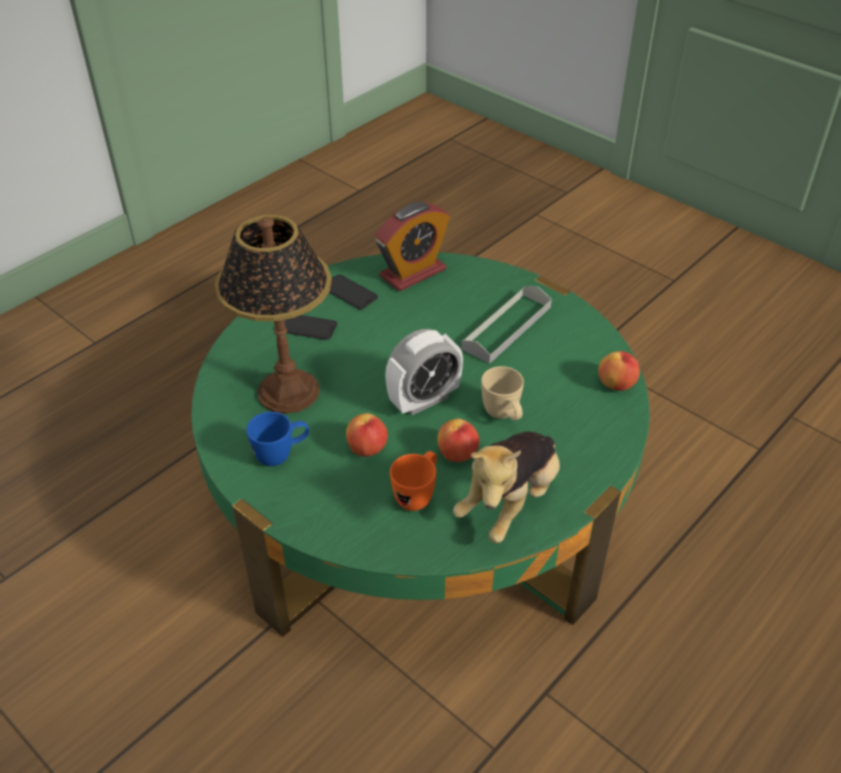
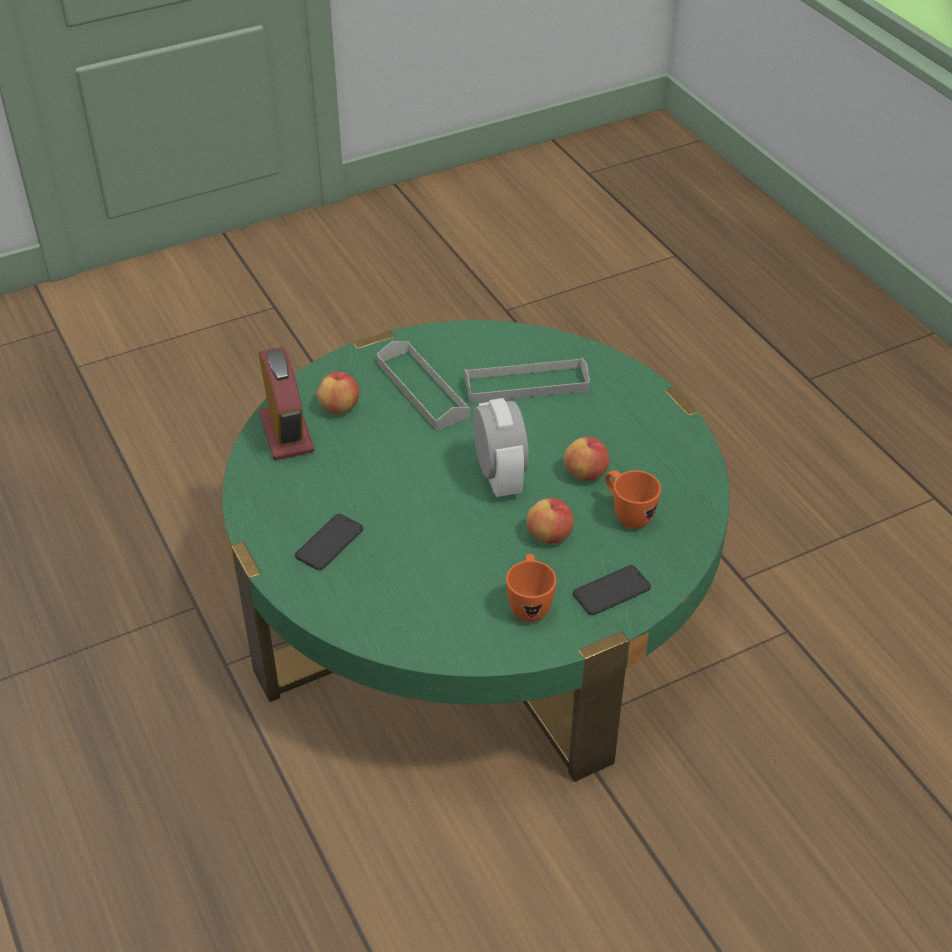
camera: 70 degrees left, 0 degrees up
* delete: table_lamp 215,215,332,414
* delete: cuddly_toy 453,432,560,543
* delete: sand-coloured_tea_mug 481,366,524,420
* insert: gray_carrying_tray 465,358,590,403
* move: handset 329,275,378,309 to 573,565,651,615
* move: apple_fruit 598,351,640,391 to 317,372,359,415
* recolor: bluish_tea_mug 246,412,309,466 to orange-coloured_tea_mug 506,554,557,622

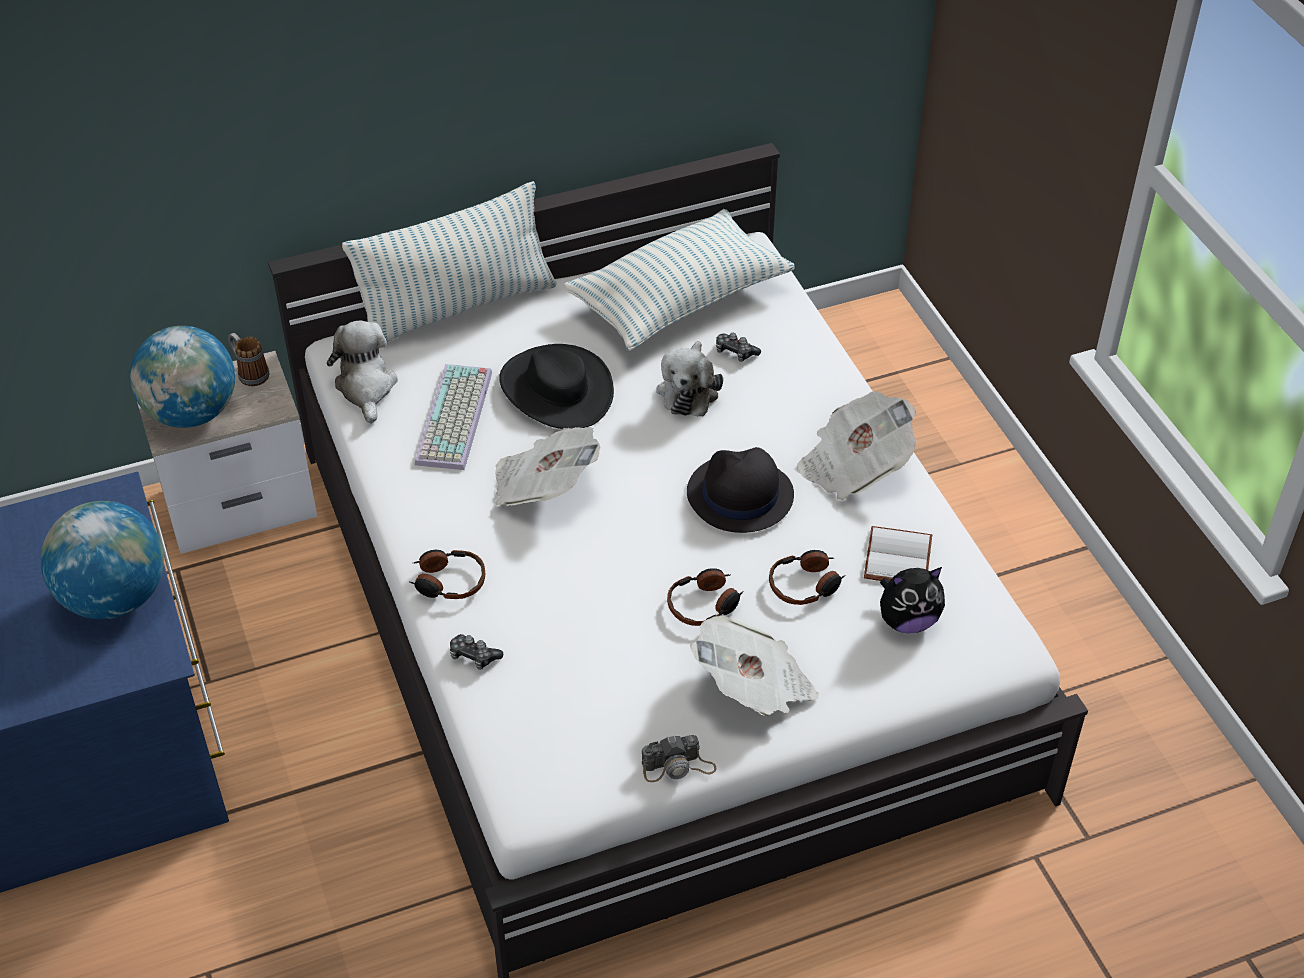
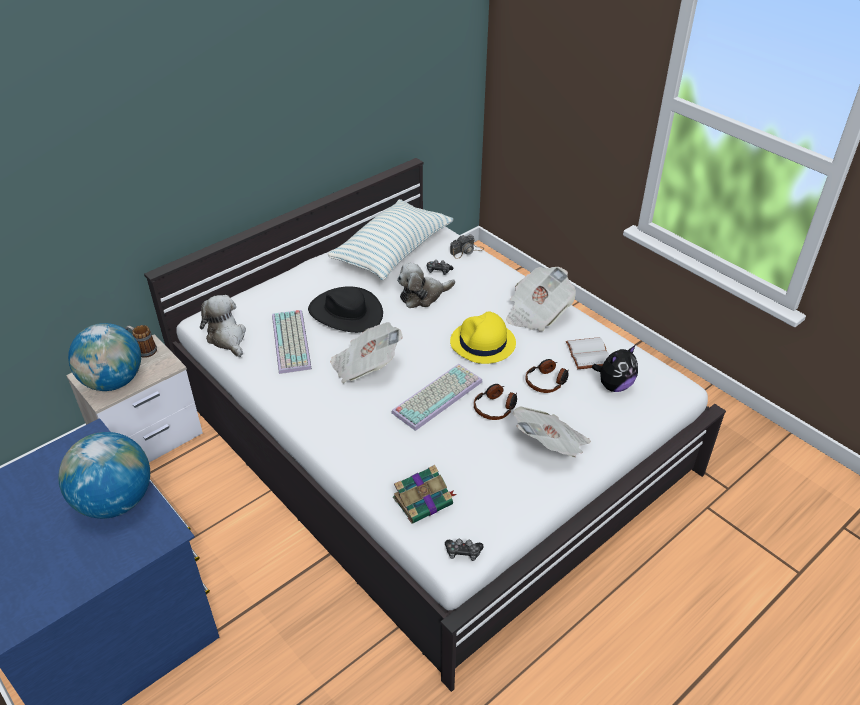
camera: 20 degrees left, 5 degrees down
* delete: pillow 342,181,557,342
* delete: pair_of_headphones 409,550,485,599
* insert: keyboard 391,364,483,431
* insert: bound_book 393,465,457,524
* move: joypad 450,634,503,670 to 445,539,484,561
* move: photo_camera 642,735,717,782 to 450,234,484,259
* recolor: black-coloured_clothing_hat 687,447,794,533 to yellow-coloured_clothing_hat 450,311,516,364
* rotate: cuddly_toy 656,341,723,416 = 397,263,455,308 75 degrees clockwise

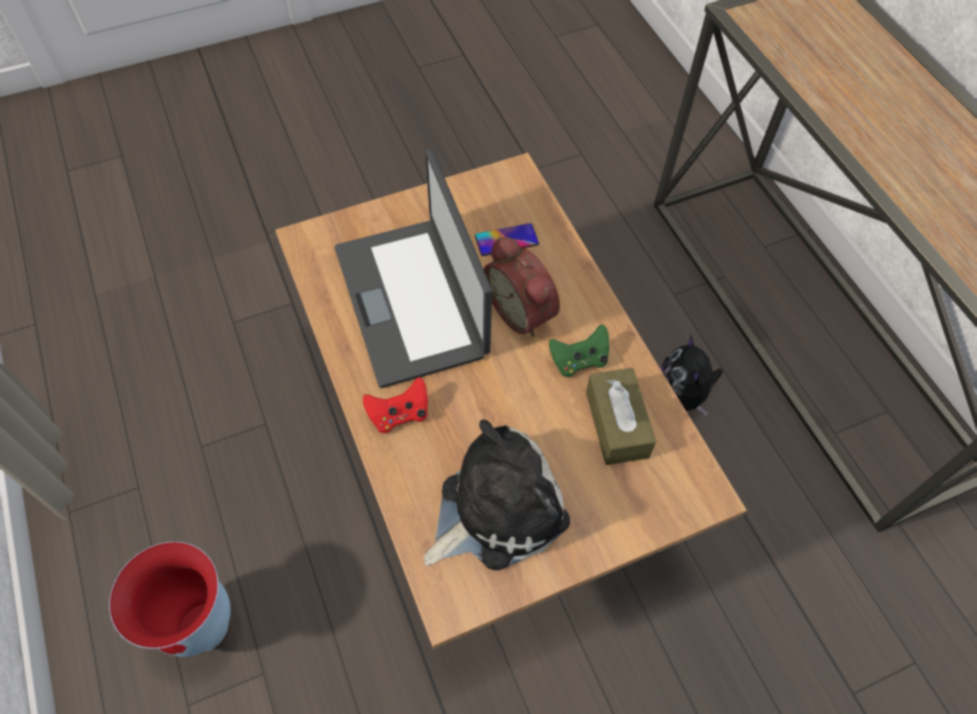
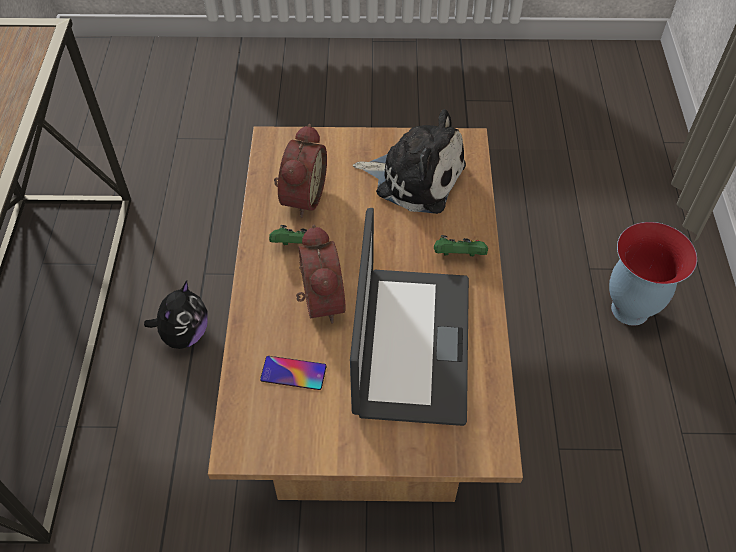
camera: 155 degrees left, 5 degrees down
* replace: brown-coloured_tissue_holder 586,368,656,465 to alarm_clock 274,124,327,218
* recolor: reddish_joypad 362,377,428,433 to greenish_joypad 434,235,488,256
* rotate: cuddly_toy 424,419,570,570 = 353,109,466,214 150 degrees counterclockwise

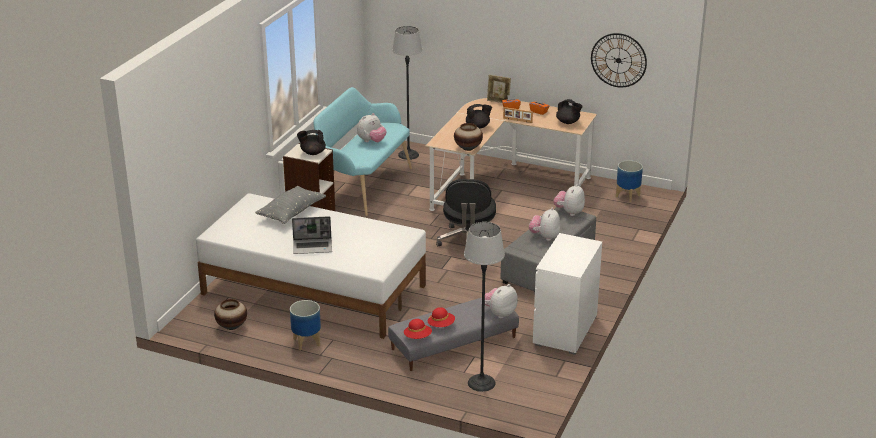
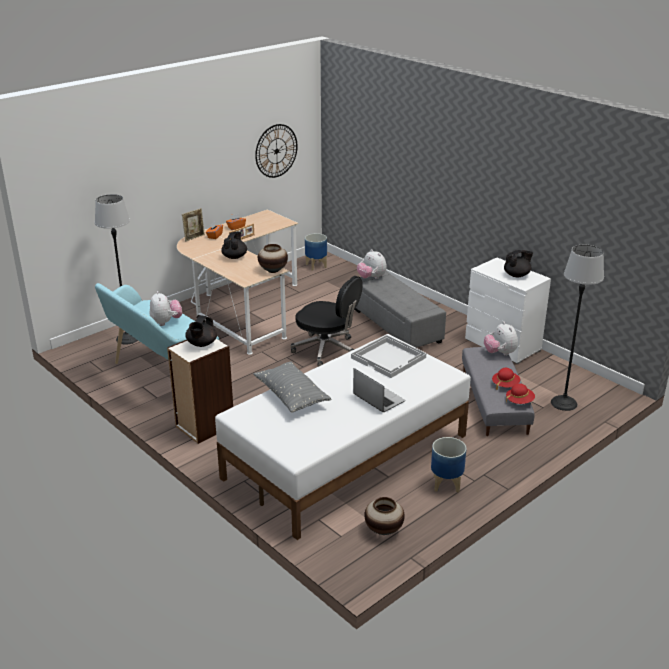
camera: 65 degrees left, 0 degrees up
* delete: cuddly_toy 529,207,560,241
* insert: white_carrying_tray 351,335,426,378
* move: black-coloured_pot_for_tea 556,99,583,124 to 504,250,533,277
* rotate: laptop 292,216,332,254 = 353,368,405,412 60 degrees counterclockwise

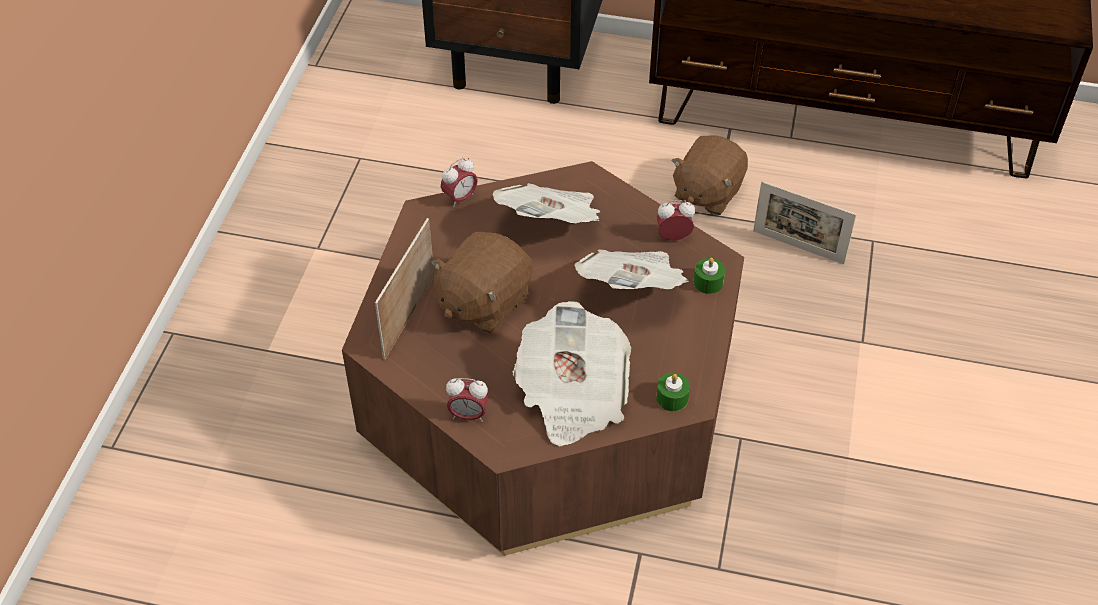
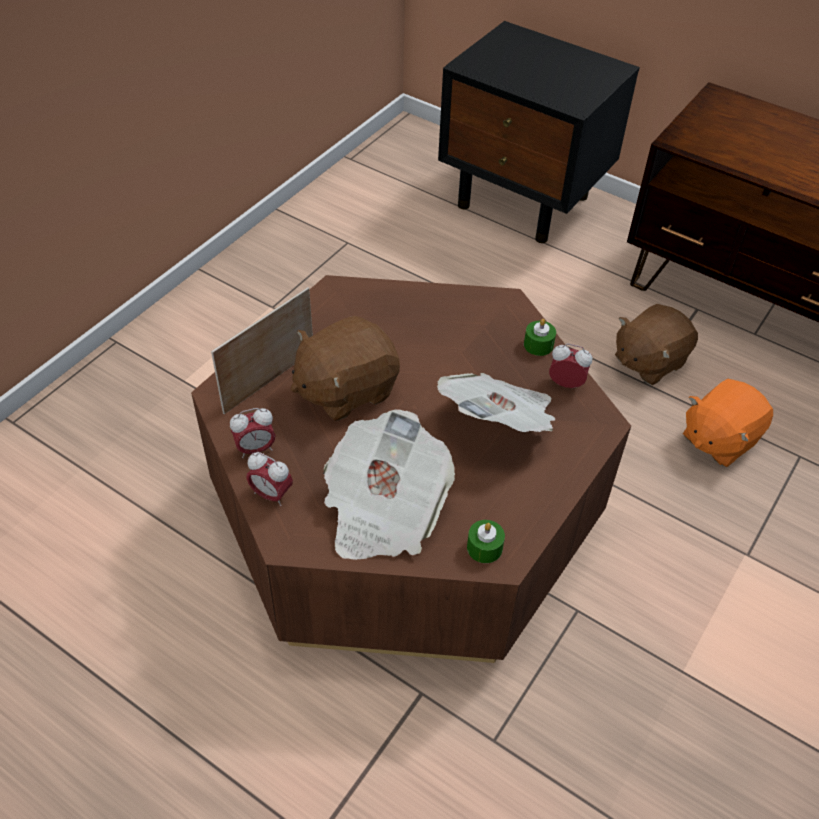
camera: 20 degrees right, 0 degrees up
* delete: newspaper 493,183,600,223
* move: alarm_clock 441,158,478,207 to 230,408,276,458
* move: greenish_wax_light 693,258,725,294 to 524,319,556,356
* replace: standing_frame 753,181,857,264 to orange-coloured_cuddly_toy 683,379,773,467

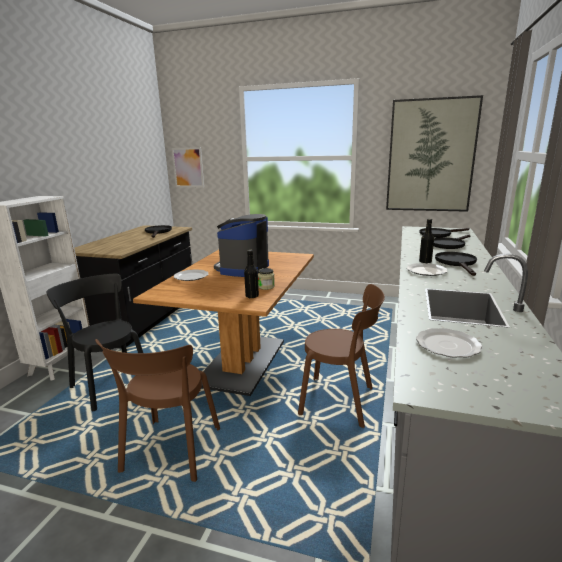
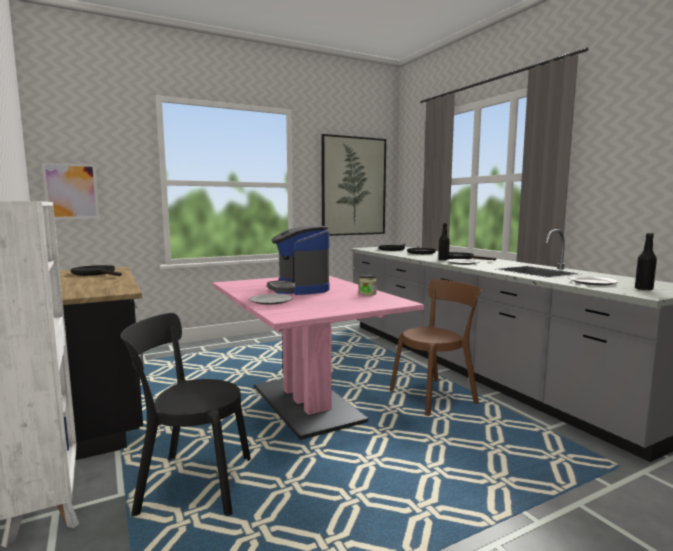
camera: 45 degrees left, 10 degrees down
* delete: brown-coloured_chair 95,339,220,482
* move: black-coloured_beverage_bottle 244,250,259,298 to 635,233,657,290
* recolor: brown-coloured_kitchen_table 133,250,314,396 to pinkish_kitchen_table 213,276,424,440

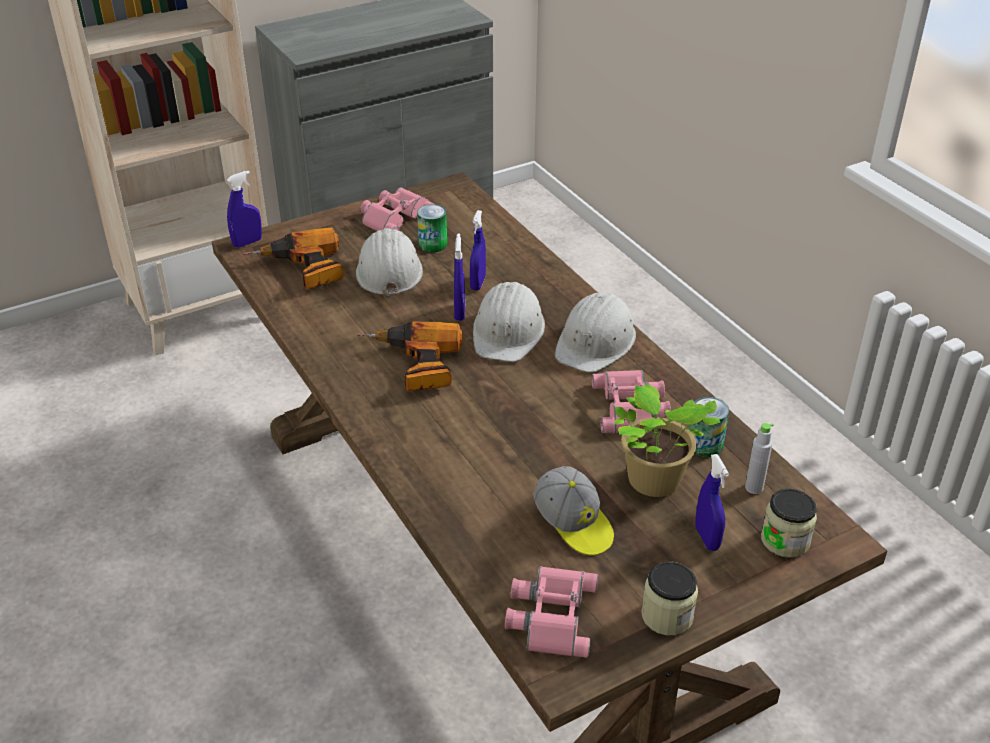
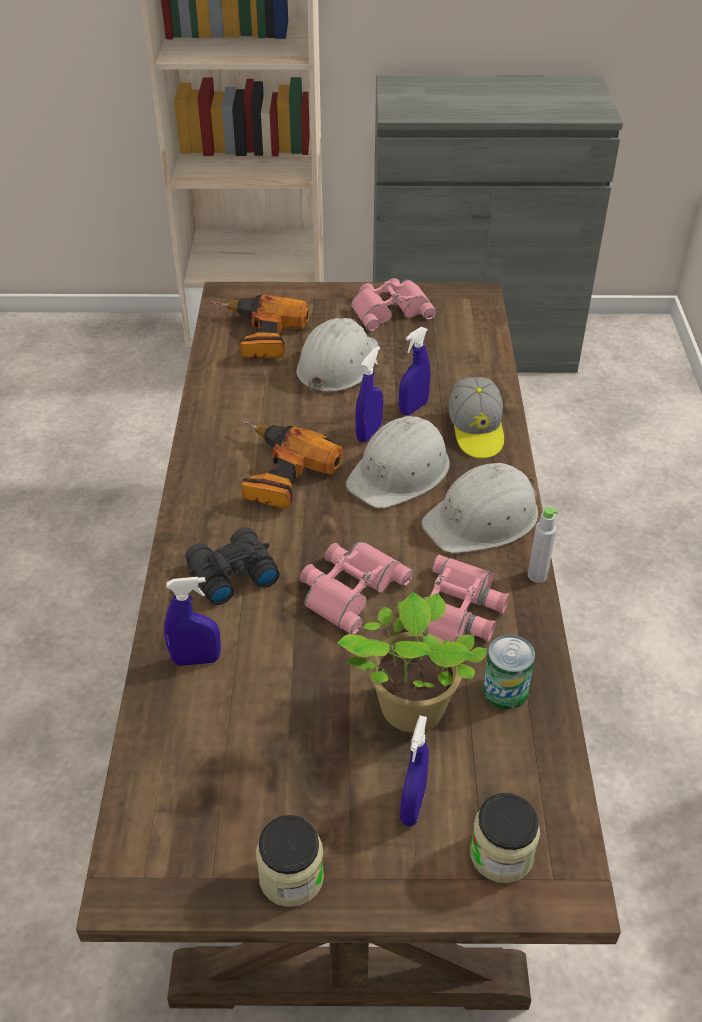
camera: 30 degrees right, 5 degrees up
* delete: metal_can 417,204,447,252
* insert: black-coloured_field_glasses 186,527,280,605
* move: bluish_sprayer 227,171,262,248 to 164,577,221,666
* move: pinkish_field_glasses 505,566,598,658 to 300,542,414,634
* move: cap 533,466,614,556 to 449,377,504,459
* move: gray_beverage_bottle 745,423,774,494 to 528,507,558,583

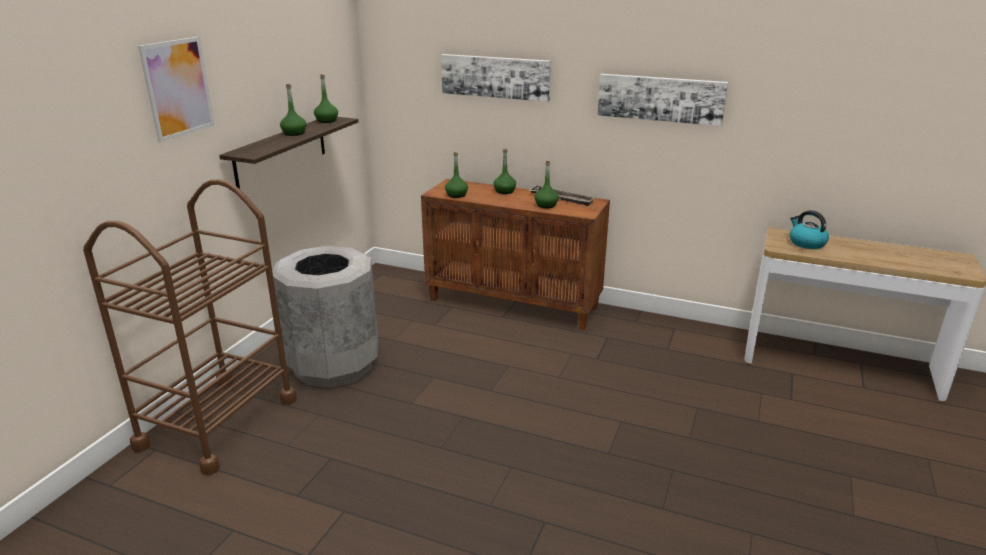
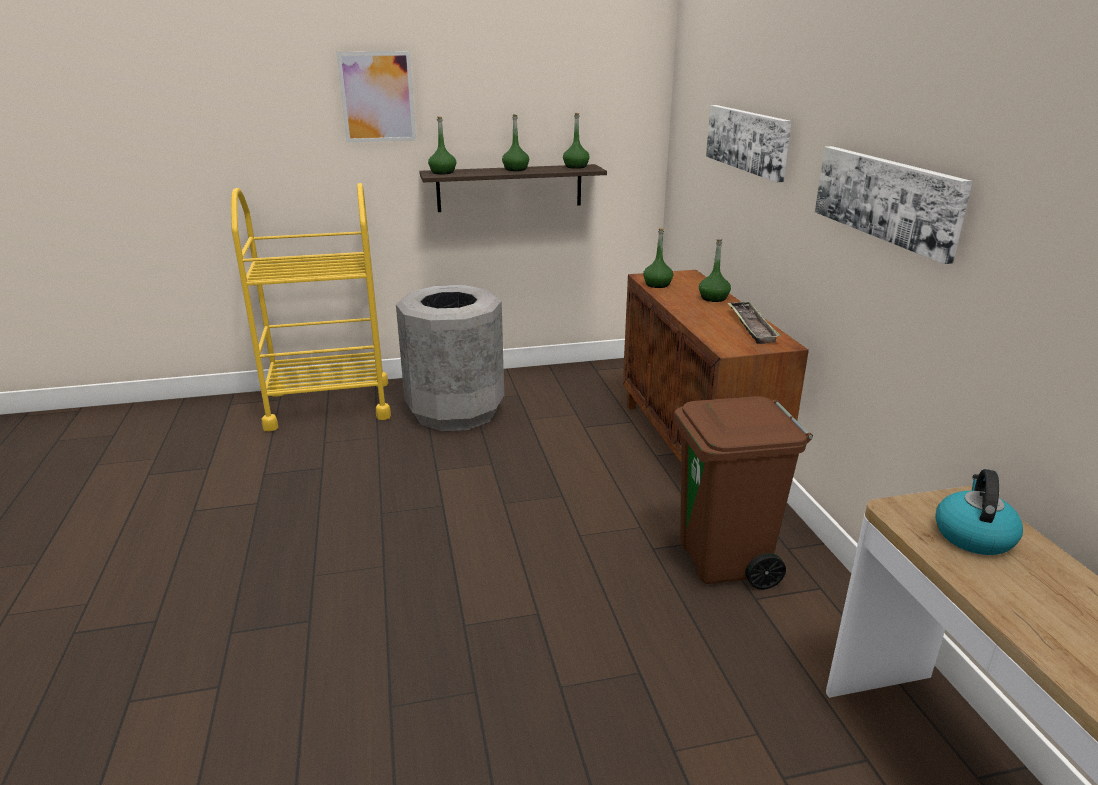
camera: 55 degrees right, 0 degrees up
* insert: brown-coloured_waste_bin 674,396,813,590
* move: greenish_beverage_bottle 534,160,559,208 to 428,116,456,175
* recolor: brown-coloured_cart 83,179,297,475 to yellow-coloured_cart 231,183,391,431

